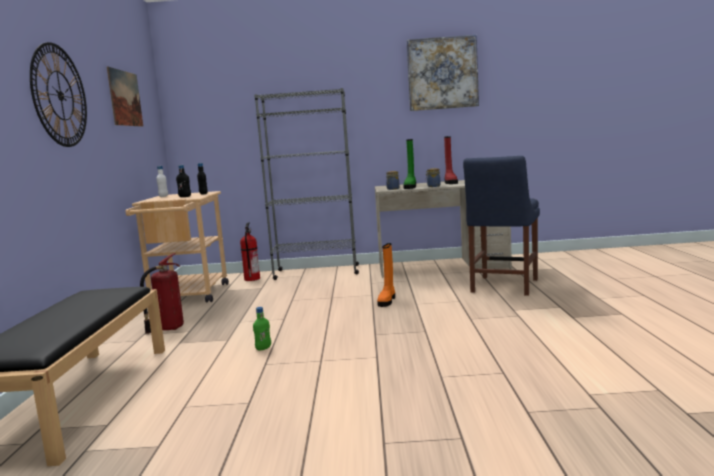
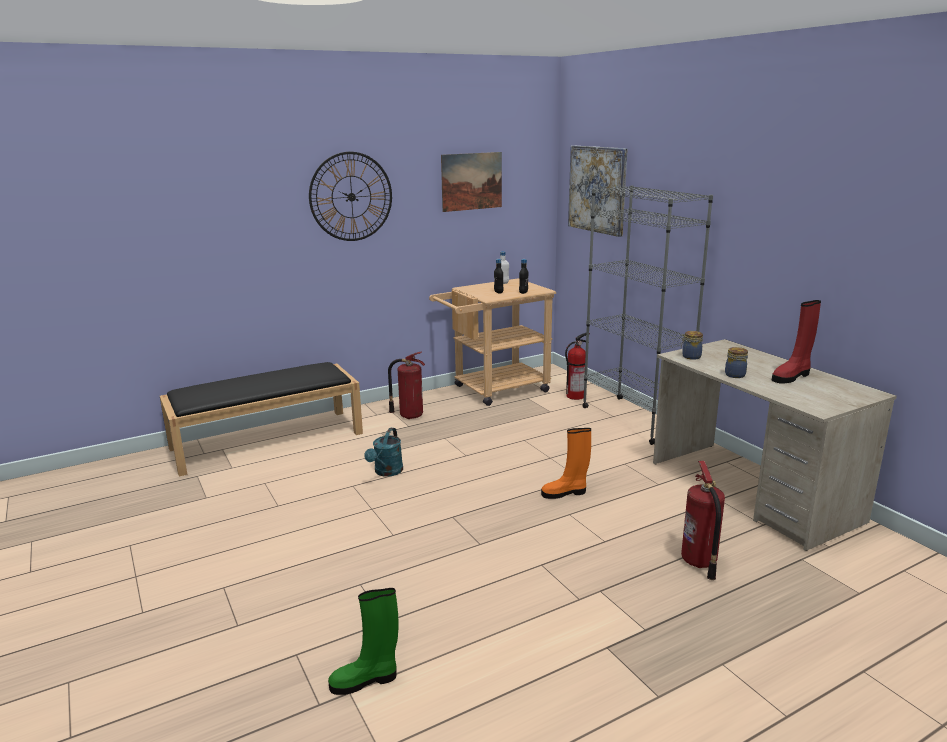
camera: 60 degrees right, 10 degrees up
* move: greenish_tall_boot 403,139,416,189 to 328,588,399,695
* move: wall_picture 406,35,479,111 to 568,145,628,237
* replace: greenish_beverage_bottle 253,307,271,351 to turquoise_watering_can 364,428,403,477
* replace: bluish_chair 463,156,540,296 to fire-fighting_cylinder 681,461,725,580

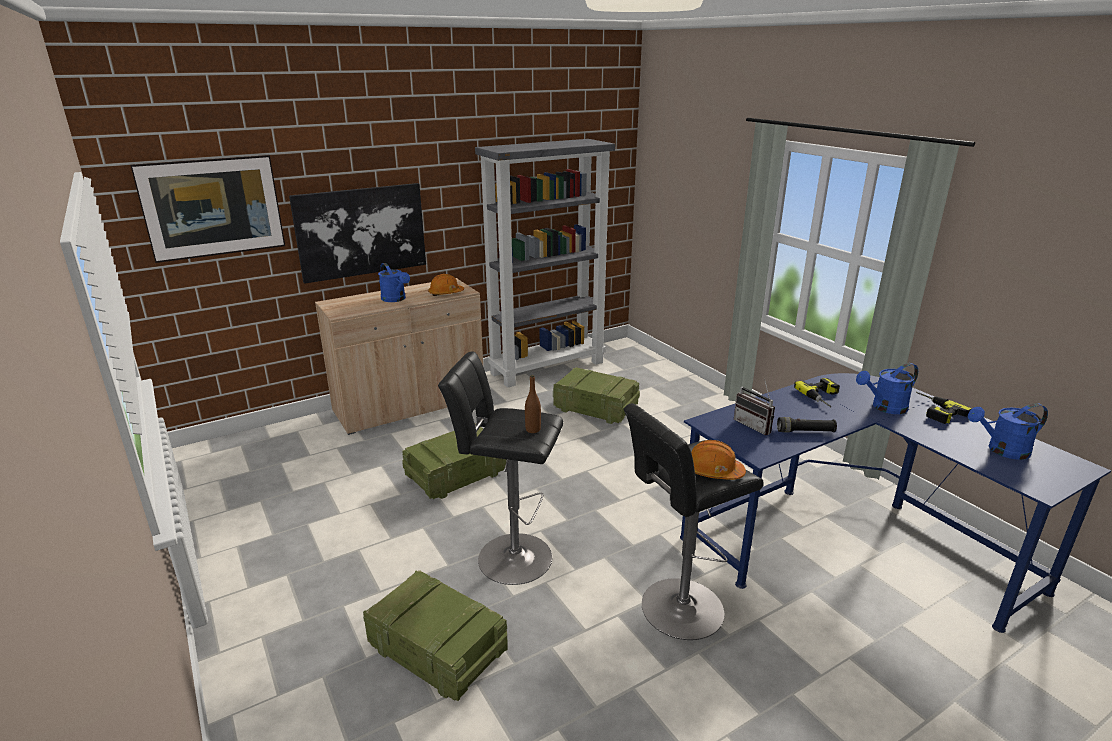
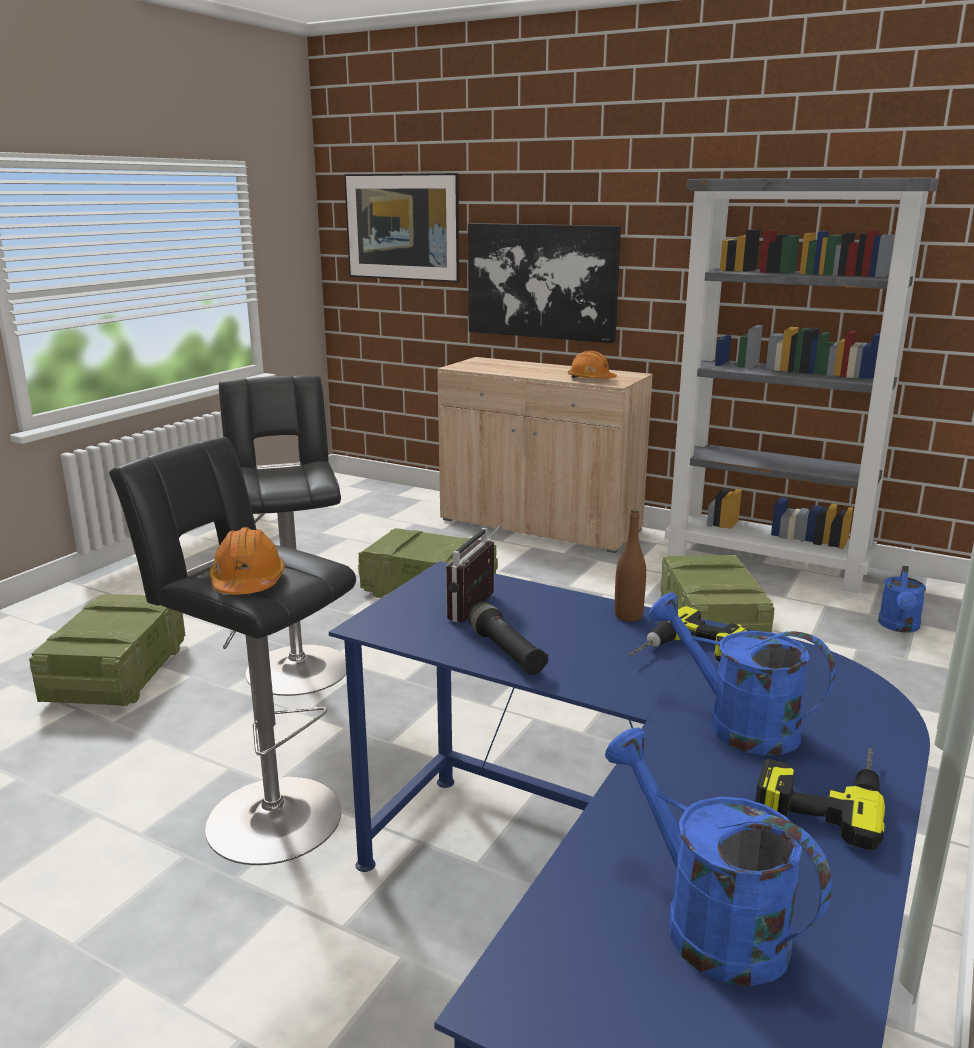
camera: 60 degrees right, 5 degrees down
* move: bluish_watering_can 378,263,410,302 to 878,566,926,632
* move: brown-coloured_beverage_bottle 525,375,541,433 to 614,509,646,622

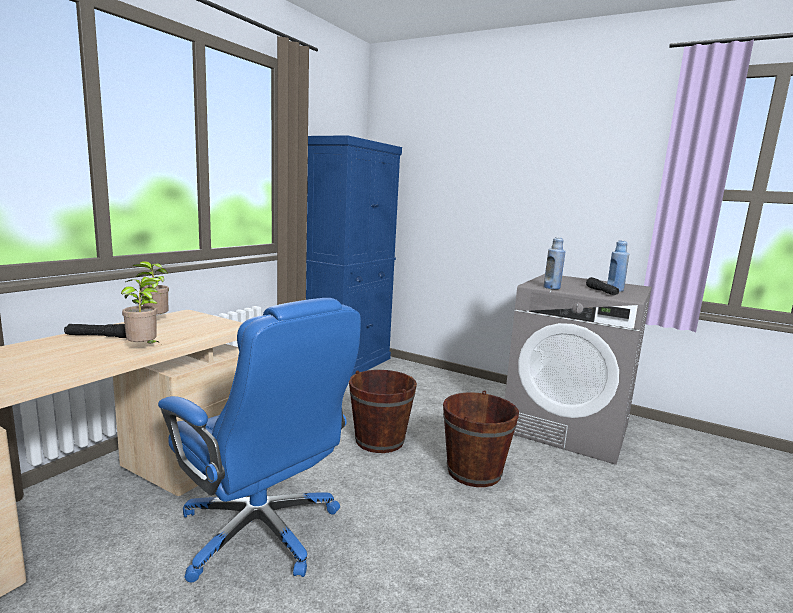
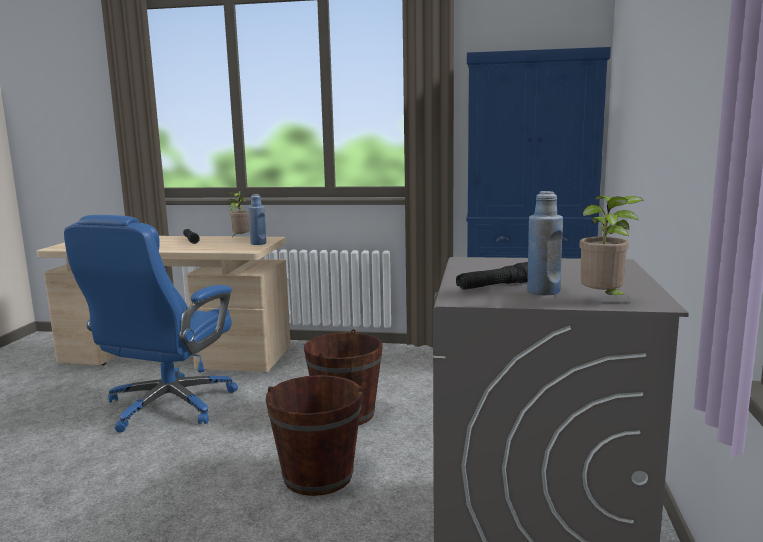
camera: 70 degrees right, 0 degrees up
* move: plant_in_a_pot 121,278,161,344 to 580,195,643,300
* move: bluish_beverage_bottle 544,237,565,289 to 248,194,266,245

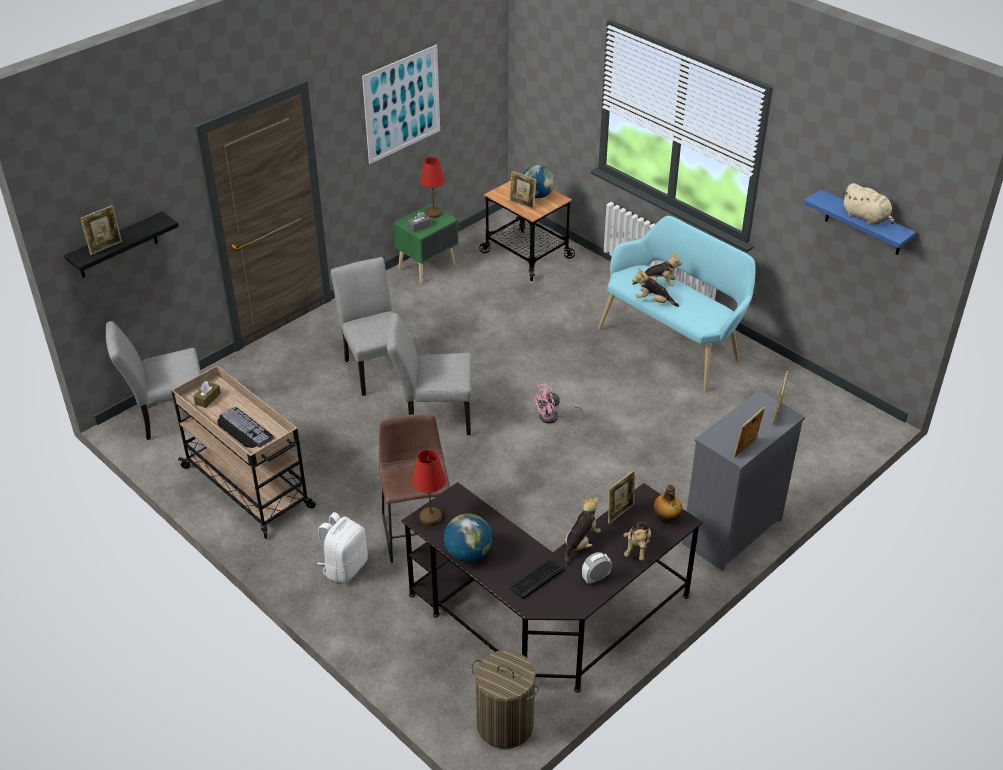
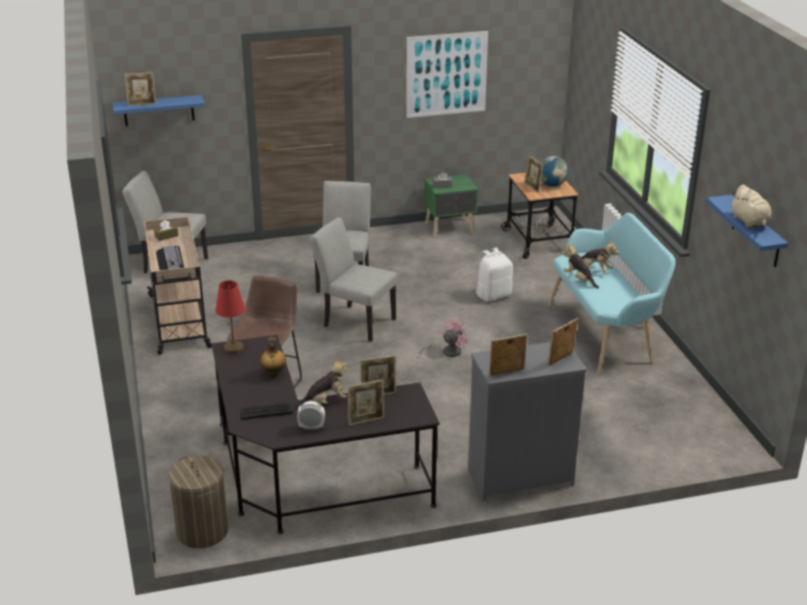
camera: 30 degrees right, 10 degrees down
* delete: reddish_table_lamp 420,157,445,218
* delete: world_globe 444,514,492,562
* move: white_rucksack 317,512,368,583 to 476,247,513,302
* move: beverage_bottle 653,484,682,524 to 260,337,286,377
* replace: cuddly_toy 623,522,651,561 to standing_frame 347,379,384,425
* recolor: black-coloured_wall_shelf 64,212,179,278 to bluish_wall_shelf 113,95,205,126
* rotate: pinkish_cooling_fan 533,384,585,425 = 420,318,470,357 135 degrees clockwise

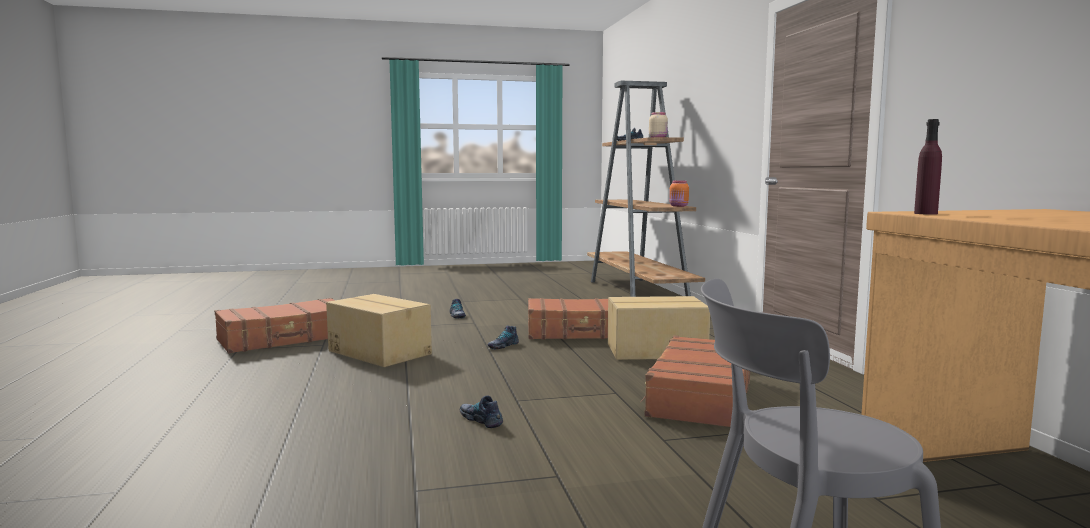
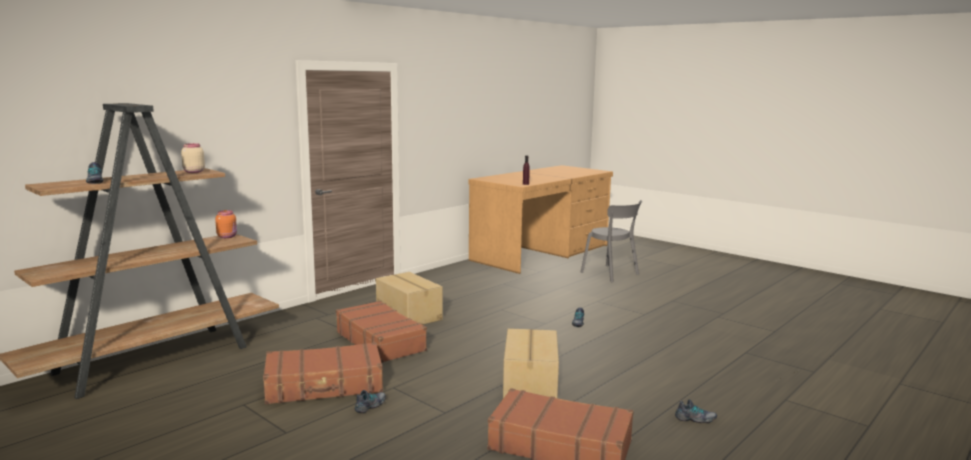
camera: 125 degrees left, 5 degrees up
* move: shoe 488,325,519,350 to 675,400,717,423
* move: brown-coloured_travel_case 640,336,750,427 to 263,342,383,404

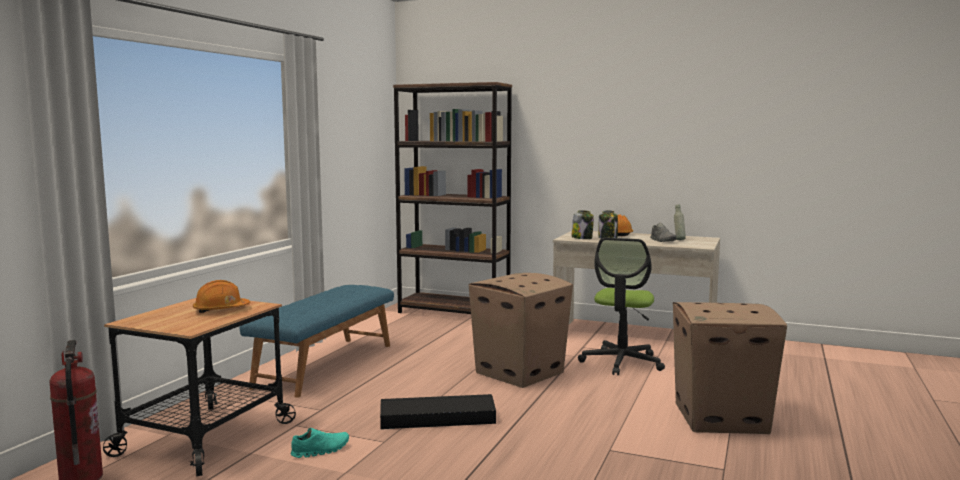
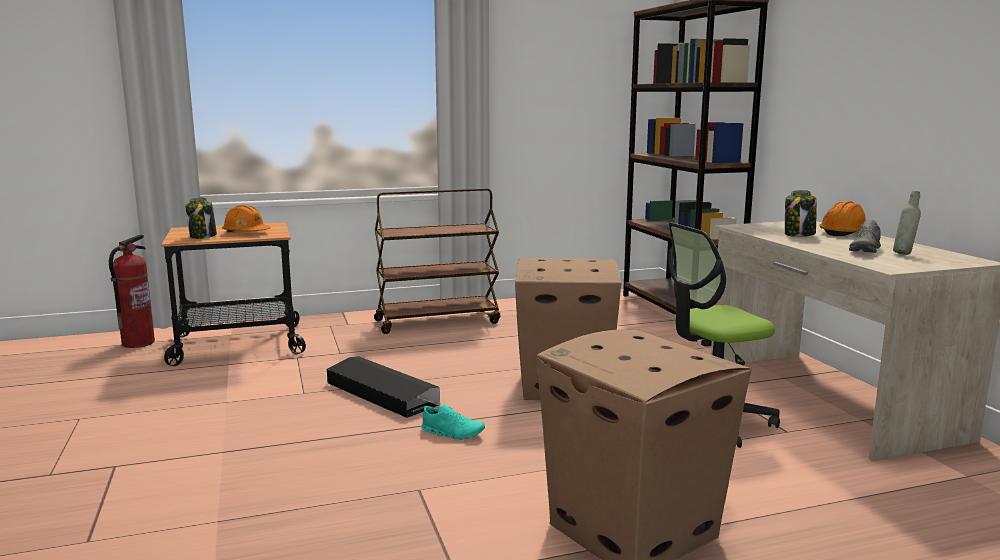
camera: 50 degrees right, 5 degrees up
* move: turquoise_shoe 290,428,349,458 to 421,404,485,440
* move: jar 572,210,594,239 to 185,197,217,239
* replace: bluish_indoor_bench 240,285,394,398 to brown-coloured_cart 374,188,500,334

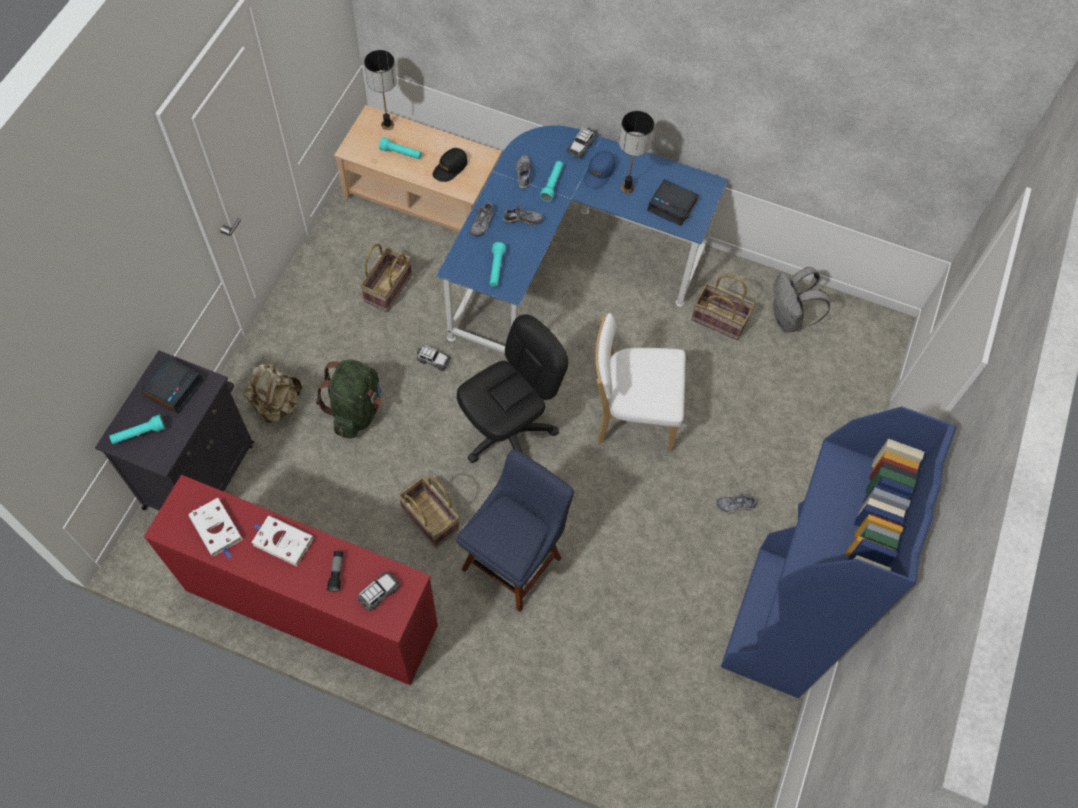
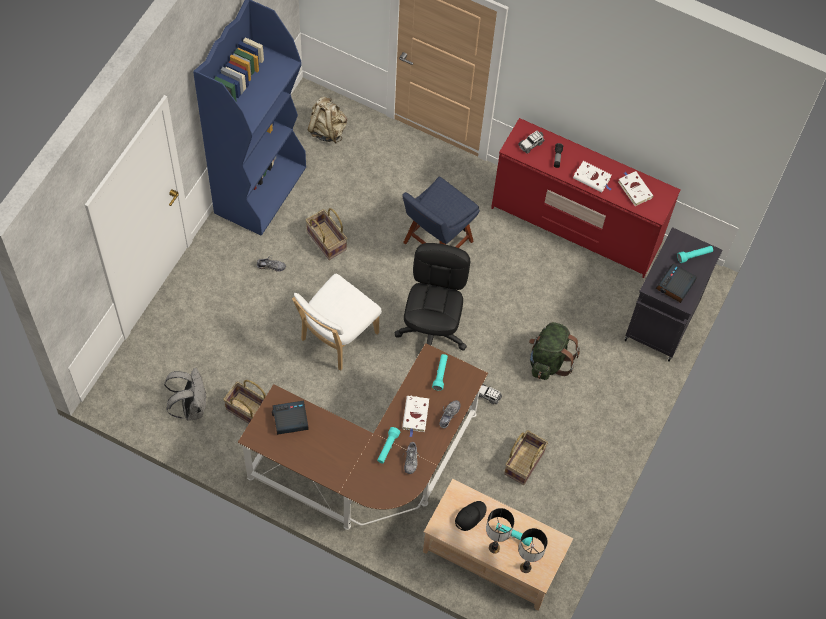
camera: 175 degrees left, 0 degrees up
* delete: model_car 567,128,595,159
* delete: bluish_cap 584,151,615,188
* move: sand-coloured_rucksack 243,364,302,423 to 307,97,347,144
* move: basket 398,476,459,547 to 306,208,347,260
* move: table_lamp 619,111,654,193 to 486,508,514,553
* replace: shoe 503,203,543,225 to white_bound_book 402,396,429,437
* recolor: bluish_desk_unit 436,125,728,353 to brown-coloured_desk_unit 238,343,488,530
* rotate: black-coloured_office_chair 457,314,568,463 = 394,243,470,350 135 degrees clockwise
* rotate: white_chair 595,313,686,451 = 292,274,382,370 120 degrees clockwise
* rotate: alarm_clock 647,179,698,226 = 272,401,308,435 45 degrees counterclockwise

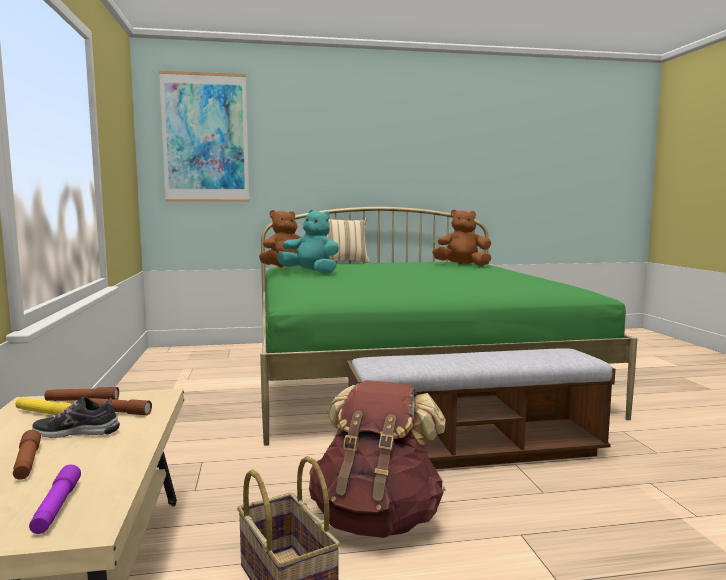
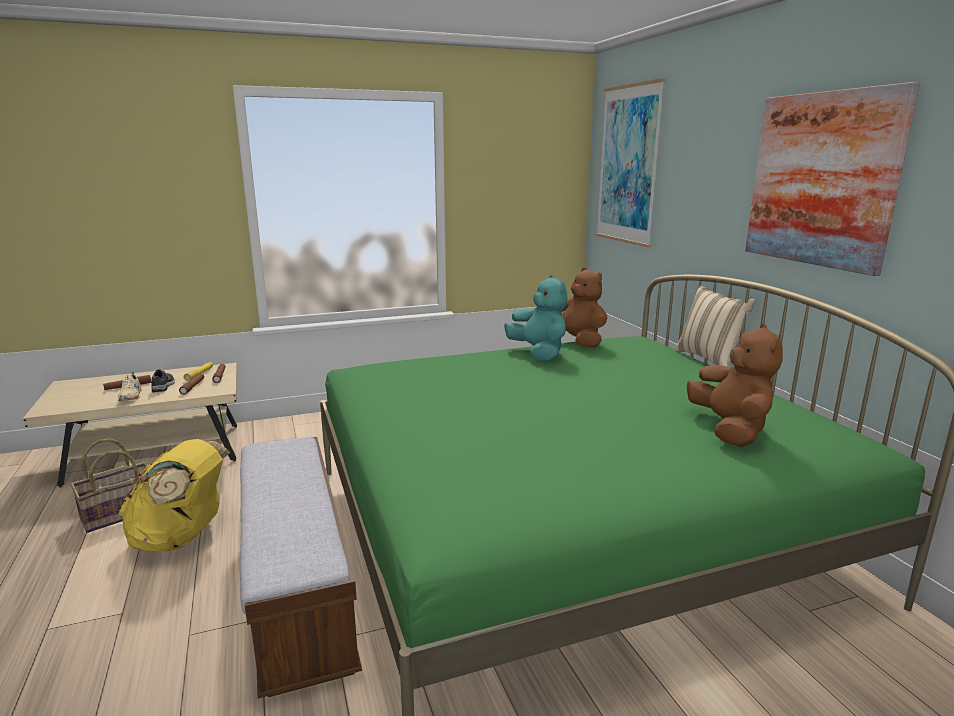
camera: 80 degrees right, 10 degrees up
* delete: purple_torch 29,465,81,534
* insert: sand-coloured_shoe 118,372,141,401
* insert: wall_picture 745,82,920,276
* recolor: brown-coloured_rucksack 309,380,446,538 to yellow-coloured_rucksack 119,439,230,552
* rotate: turquoise_cuddly_toy 277,210,339,274 = 504,275,567,361 45 degrees counterclockwise

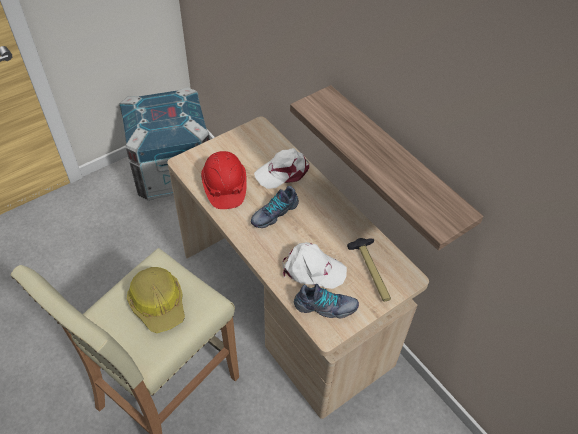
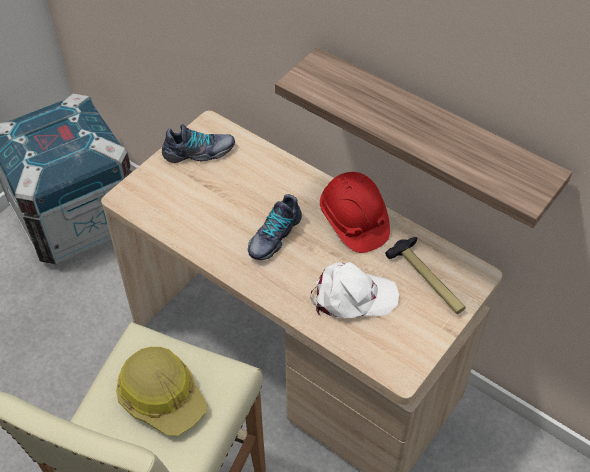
camera: 15 degrees left, 0 degrees up
* delete: white_cap 254,148,309,189
* move: reddish_safety_helmet 201,151,247,209 to 320,172,390,253
* move: shoe 294,284,359,318 to 162,124,235,163

